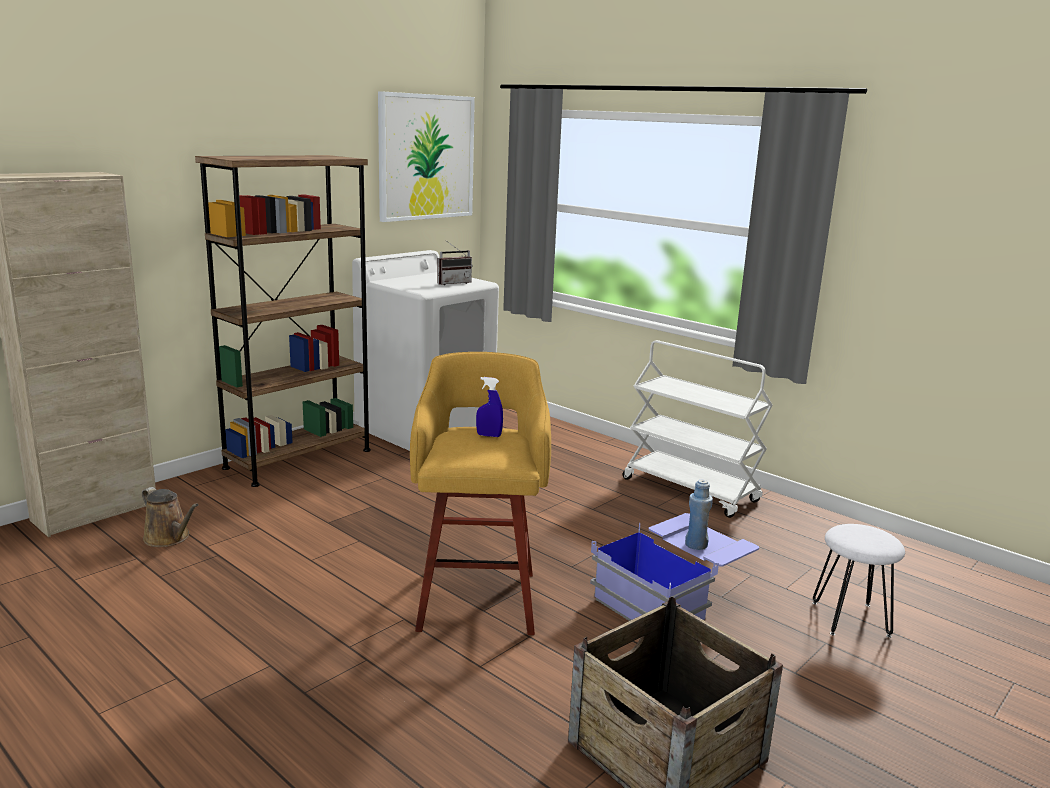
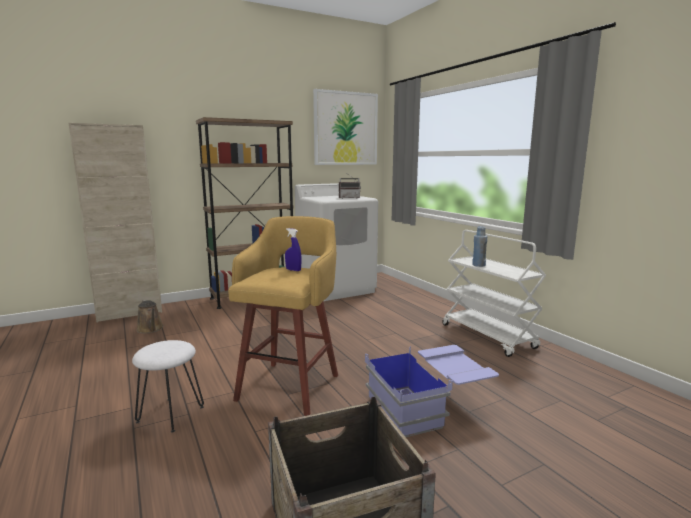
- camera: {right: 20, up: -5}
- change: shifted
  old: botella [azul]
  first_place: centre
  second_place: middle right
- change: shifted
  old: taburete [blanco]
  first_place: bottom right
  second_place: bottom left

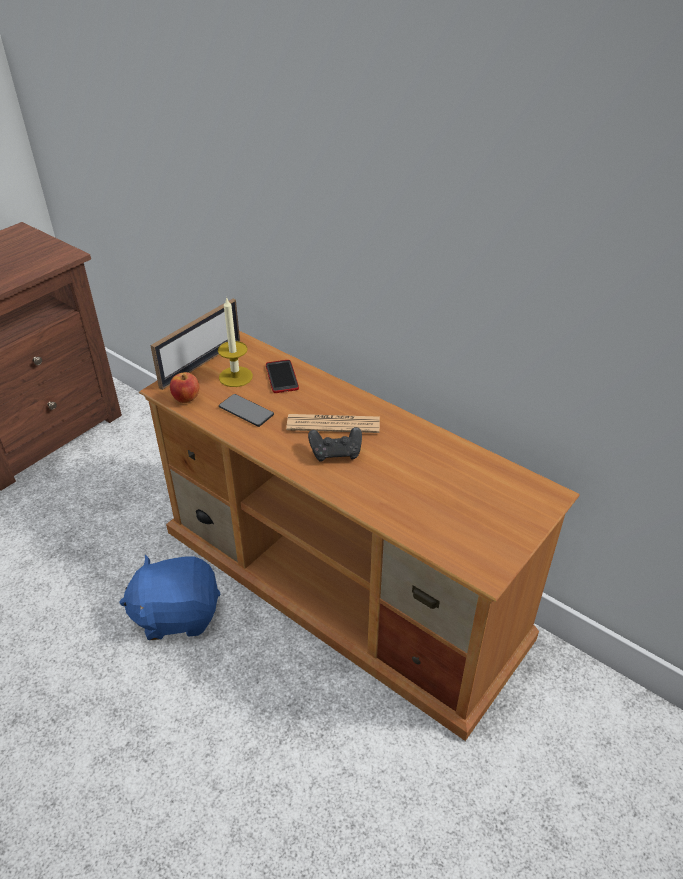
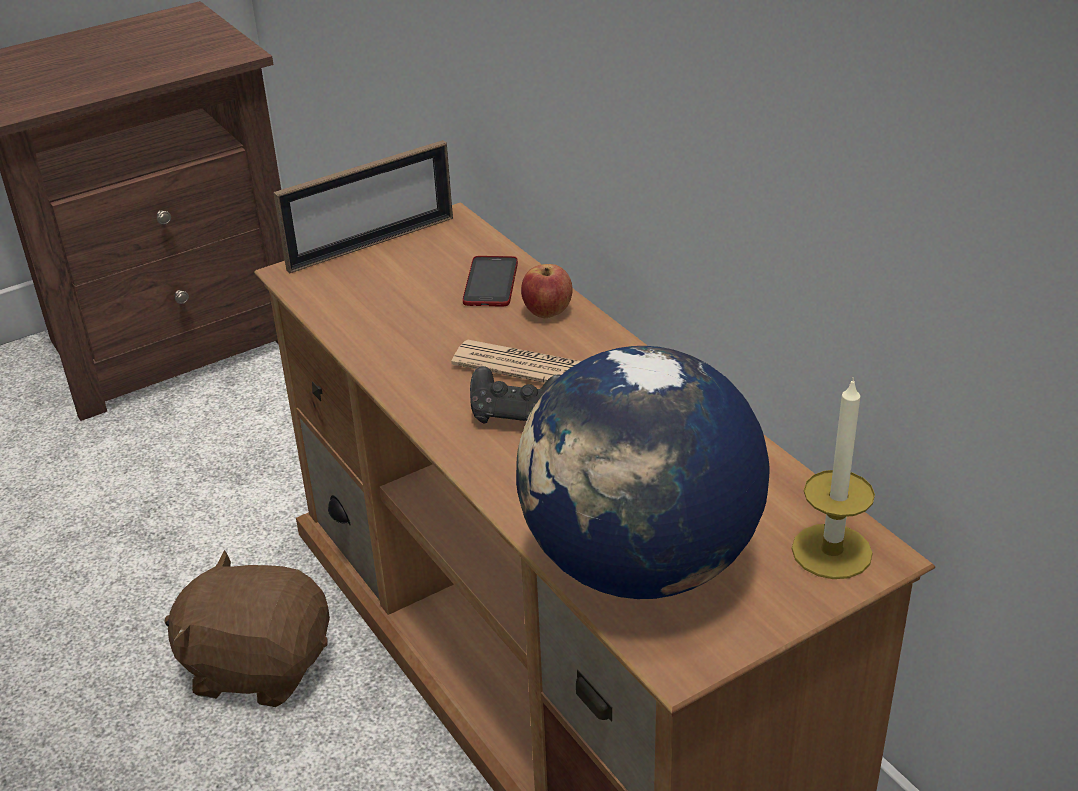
- camera: {right: 20, up: -5}
- change: repainted
  old: peluche [azul]
  new: peluche [marrón]
  first_place: bottom left
  second_place: bottom left
- change: shifted
  old: manzana
  first_place: middle left
  second_place: centre
- change: shifted
  old: vela
  first_place: centre
  second_place: middle right
- change: gone
  old: móvil (no. 1 from left)
  first_place: centre
- change: new
  new: globo terráqueo
  second_place: centre

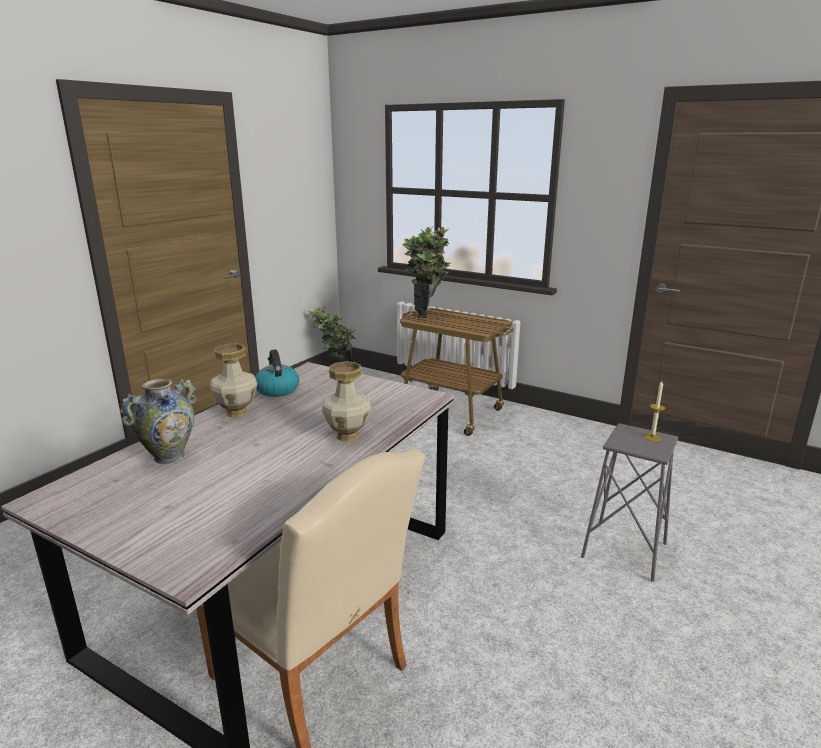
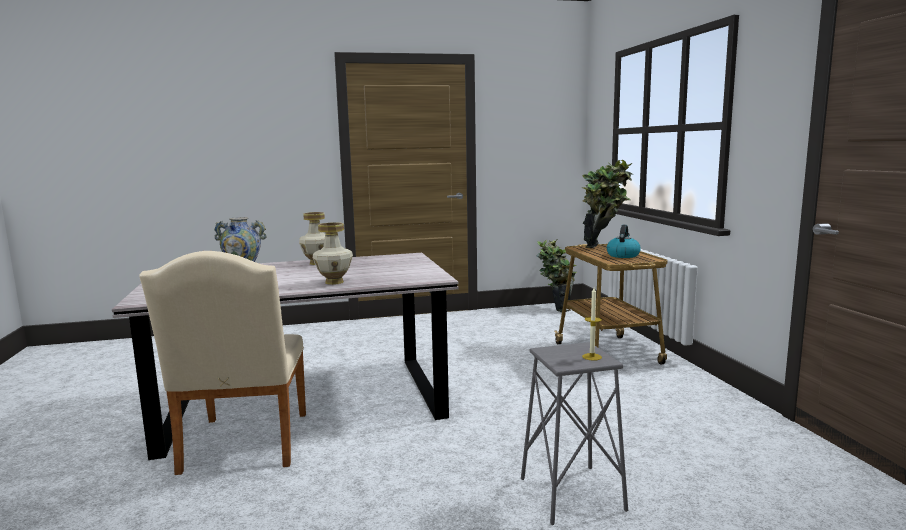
- camera: {right: 45, up: -10}
- change: shifted
  old: hervidor
  first_place: centre
  second_place: middle right

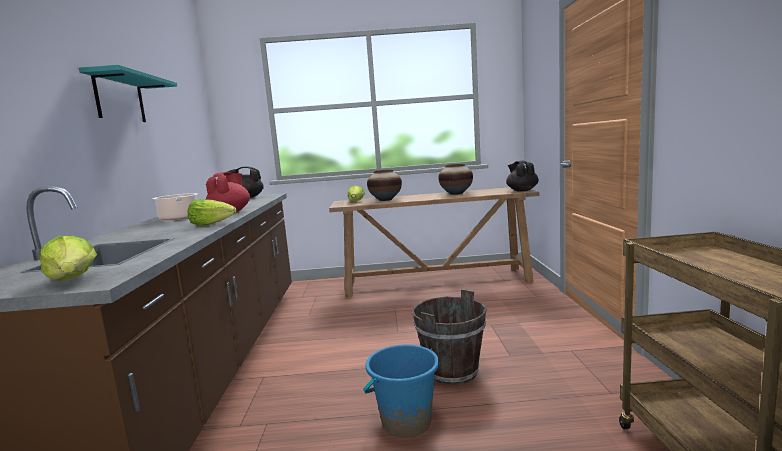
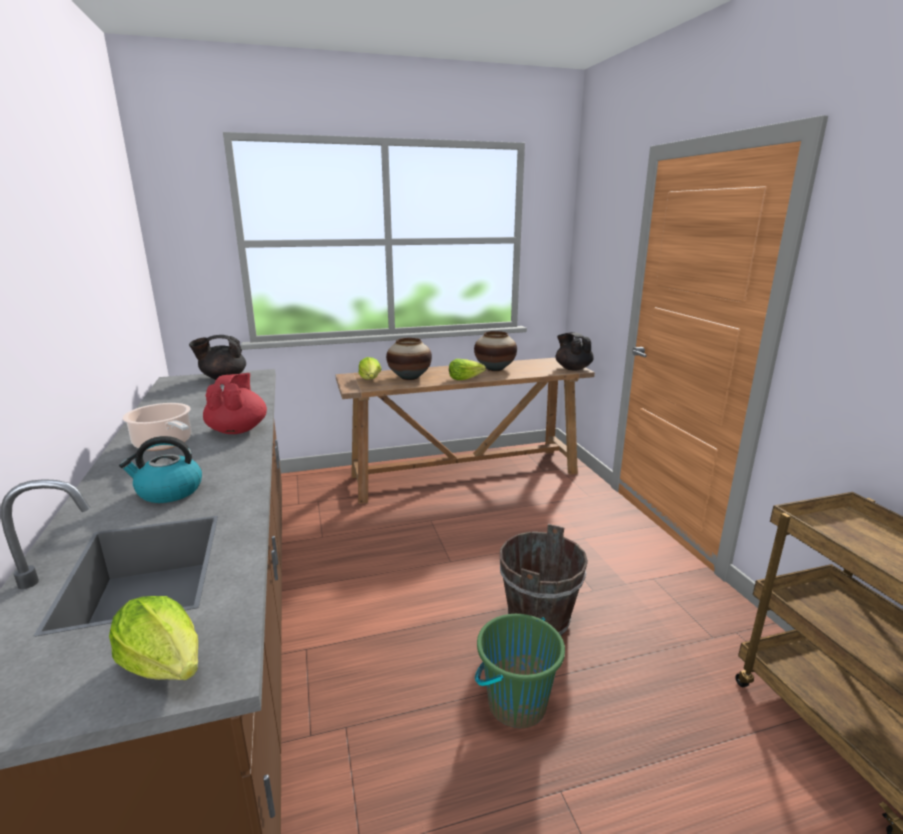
- camera: {right: -15, up: 10}
- change: gone
  old: estante [turquesa]
  first_place: top left
- change: shifted
  old: lechuga (no. 2 from left in the first image)
  new: lechuga (no. 3 from left)
  first_place: middle left
  second_place: centre
- change: repainted
  old: cubo [azul]
  new: cubo [verde]
  first_place: bottom centre
  second_place: bottom centre
- change: new
  new: hervidor
  second_place: middle left

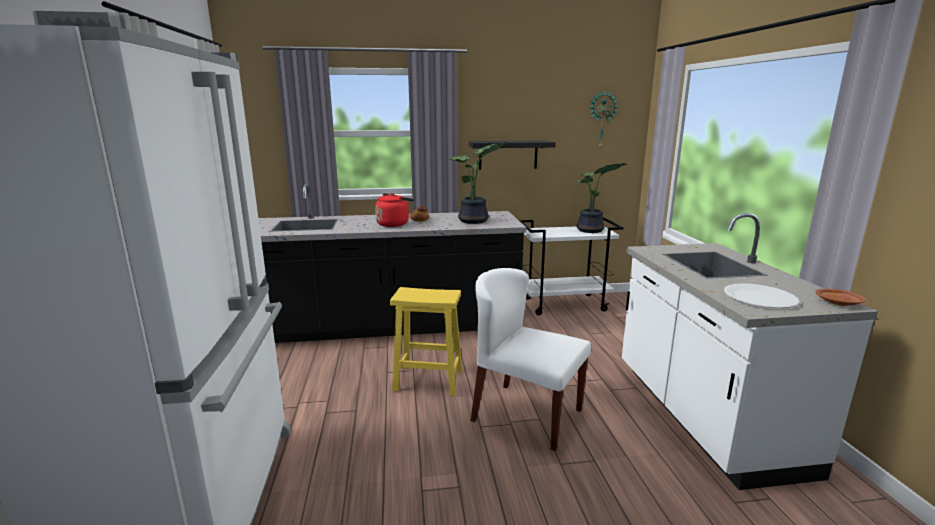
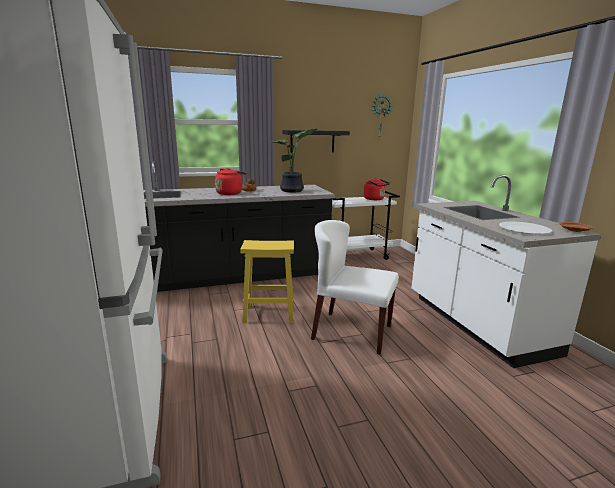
- camera: {right: -10, up: 0}
- change: swapped
  old: planta en maceta (no. 2 from left)
  new: hervidor [rojo] (no. 2 from left)
  first_place: centre
  second_place: centre

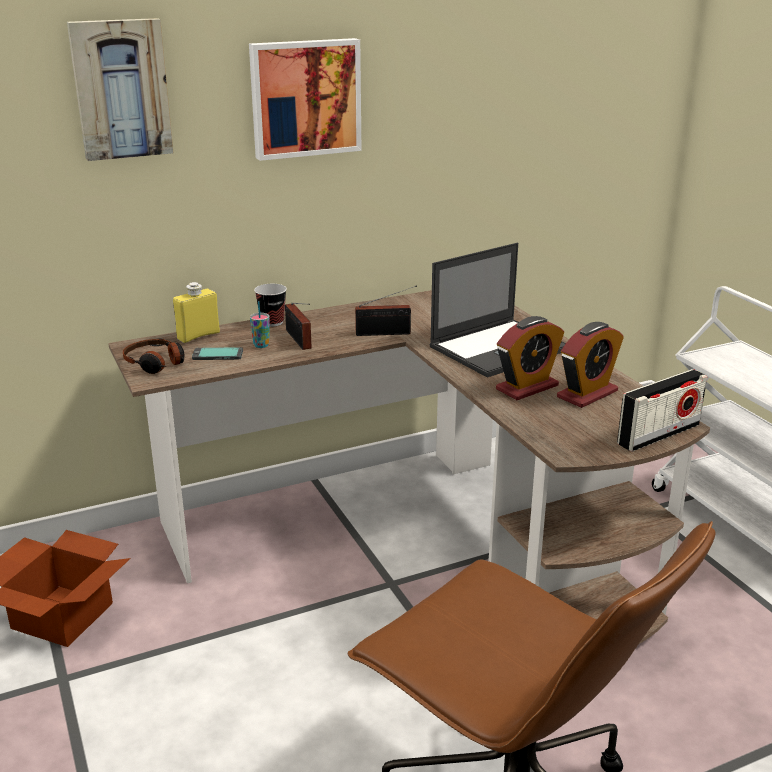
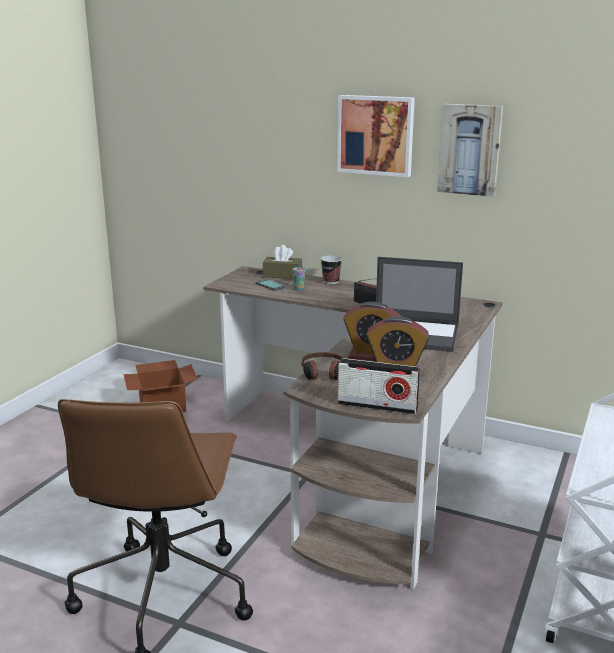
- camera: {right: 50, up: -5}
- change: shifted
  old: cuadro (no. 1 from left in the first image)
  new: cuadro (no. 2 from left)
  first_place: top left
  second_place: top right
- change: shifted
  old: auriculares
  first_place: middle left
  second_place: centre
- change: swapped
  old: botella [amarillo]
  new: caja de pañuelos [marrón]
  first_place: middle left
  second_place: centre
- change: gone
  old: radio (no. 1 from left)
  first_place: centre

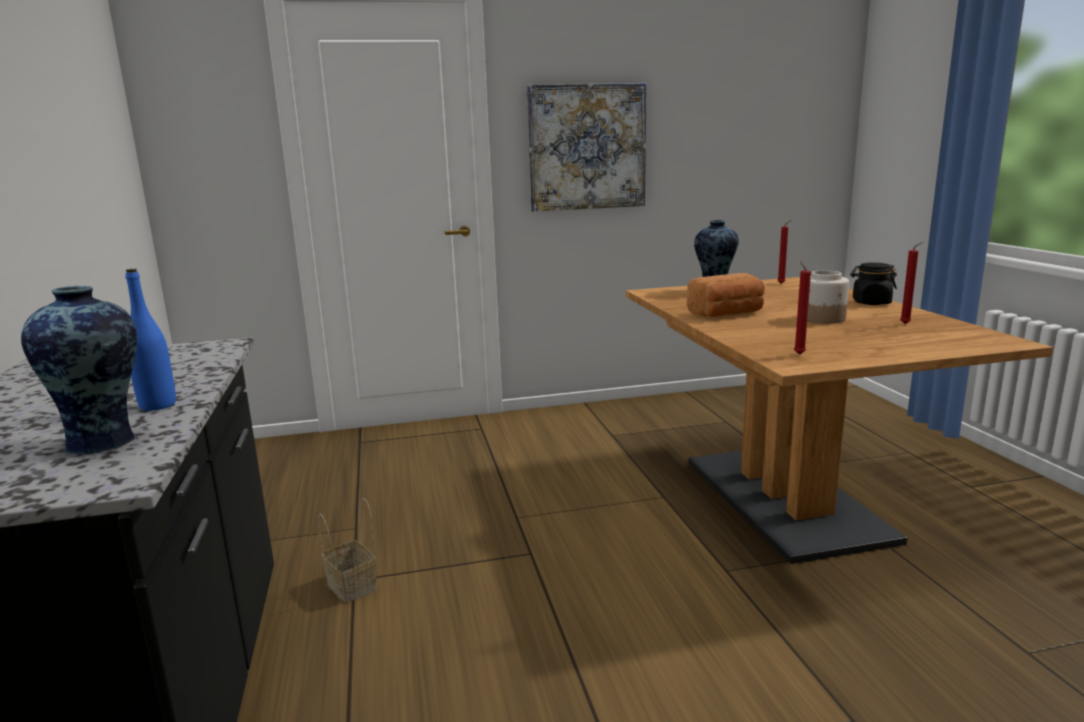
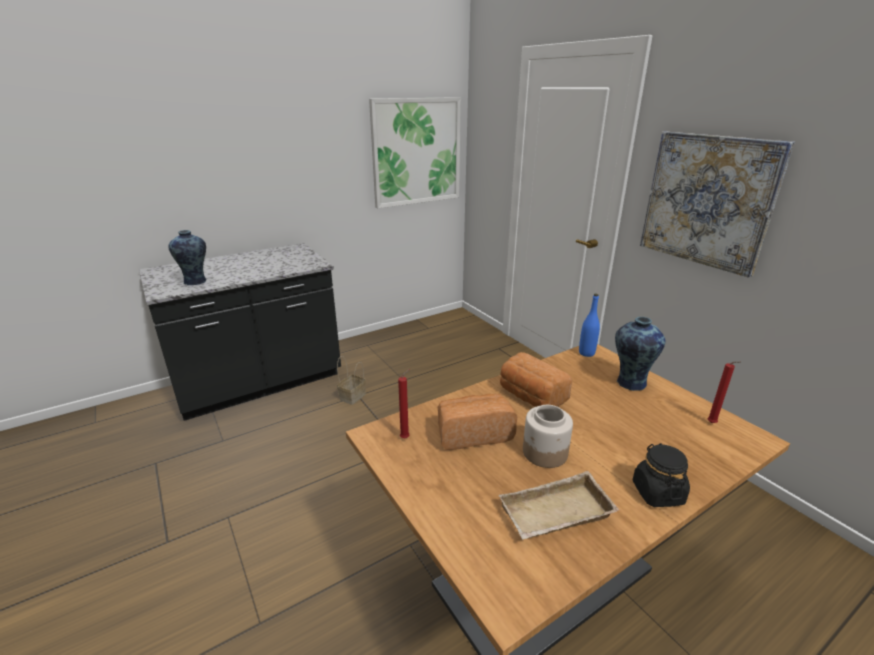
- camera: {right: 70, up: 10}
- change: shifted
  old: botella [azul]
  first_place: middle left
  second_place: middle right
- change: swapped
  old: vela [rojo] (no. 3 from left)
  new: bandeja [beis]
  first_place: middle right
  second_place: bottom centre
- change: new
  new: cuadro (no. 1 from left)
  second_place: top centre
- change: new
  new: pan (no. 1 from left)
  second_place: centre

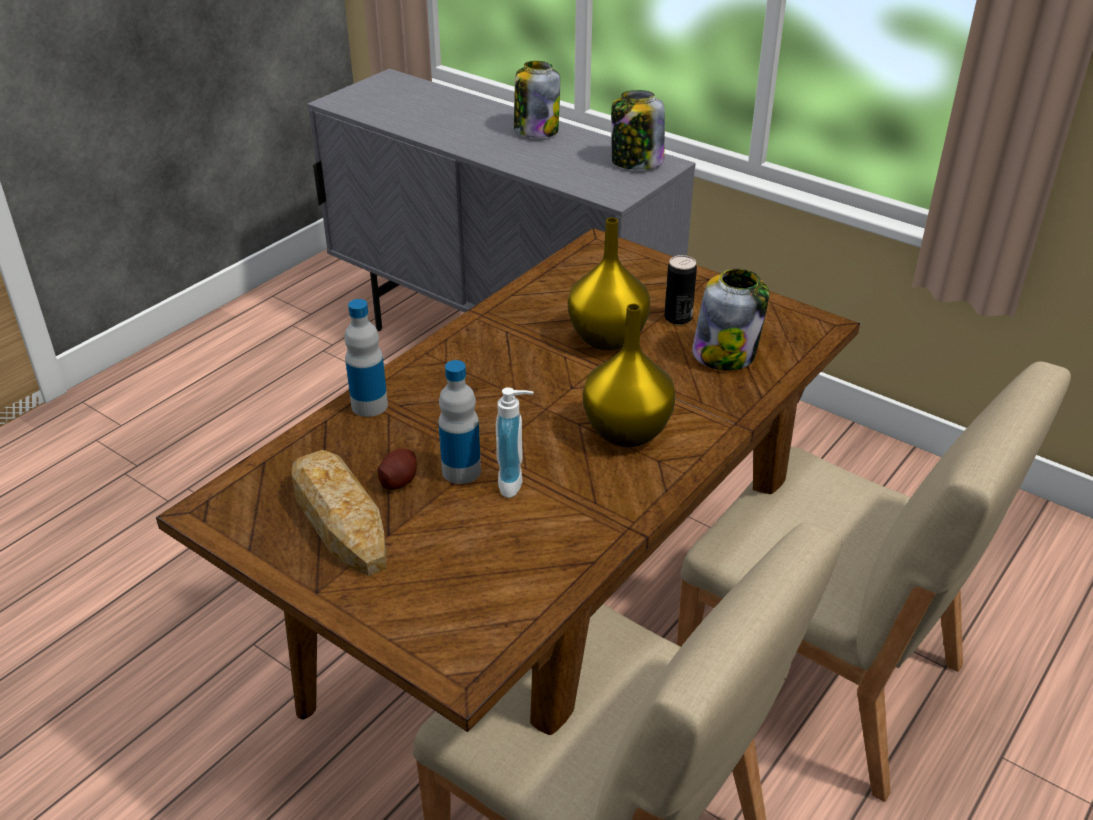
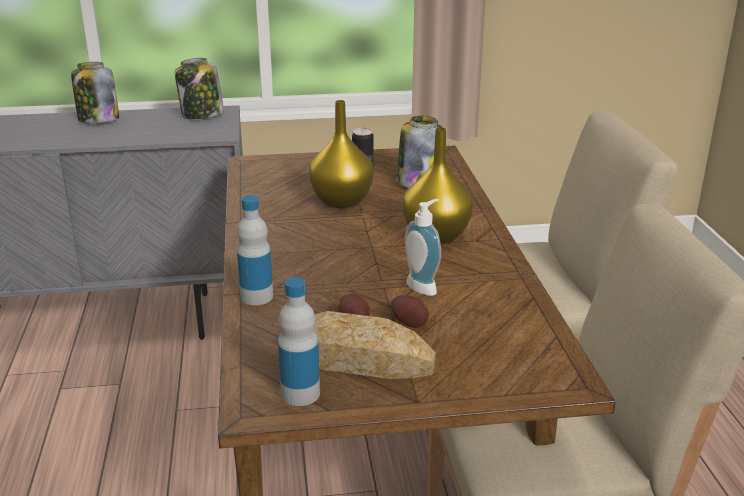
- camera: {right: -45, up: -10}
- change: shifted
  old: botella (no. 2 from left)
  first_place: centre
  second_place: bottom centre
- change: new
  new: patata (no. 2 from left)
  second_place: centre

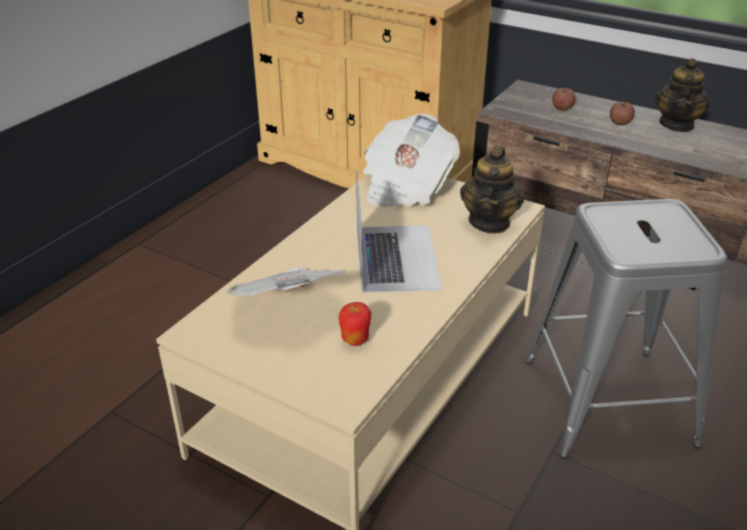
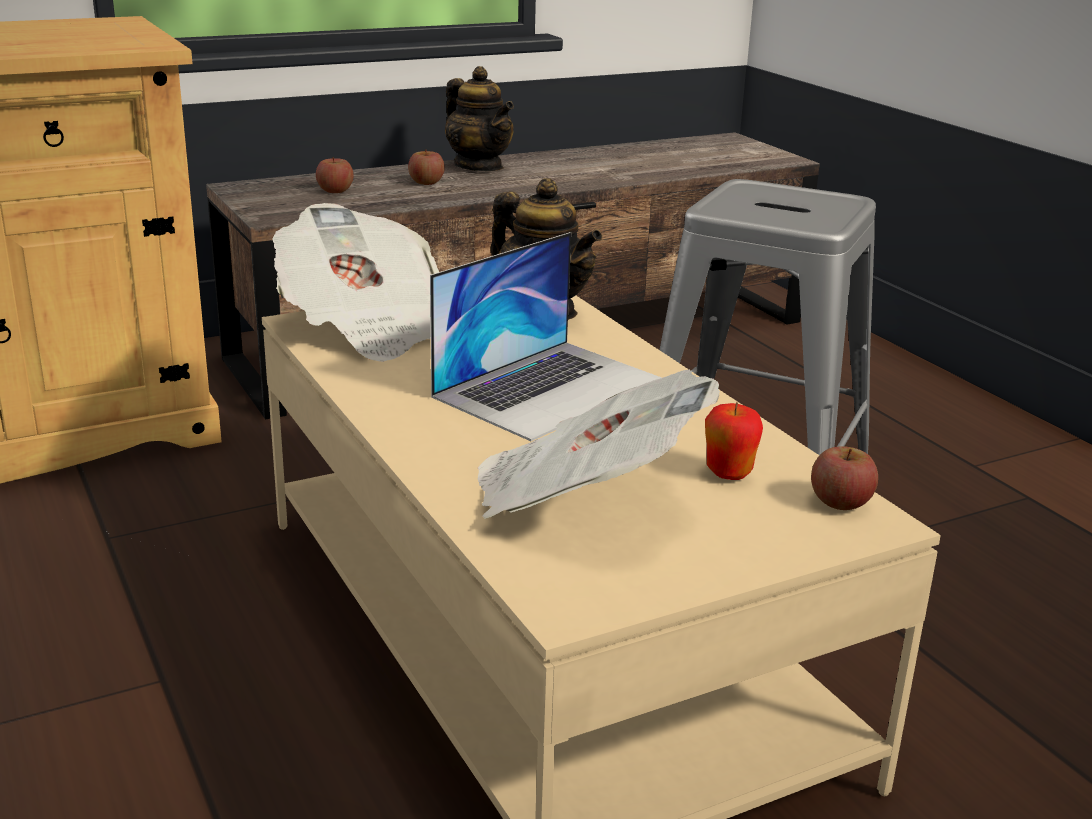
- camera: {right: -60, up: -10}
- change: rotated
  old: portátil
  first_place: centre
  second_place: centre
  degrees: 105
- change: new
  new: manzana (no. 4 from left)
  second_place: middle right

